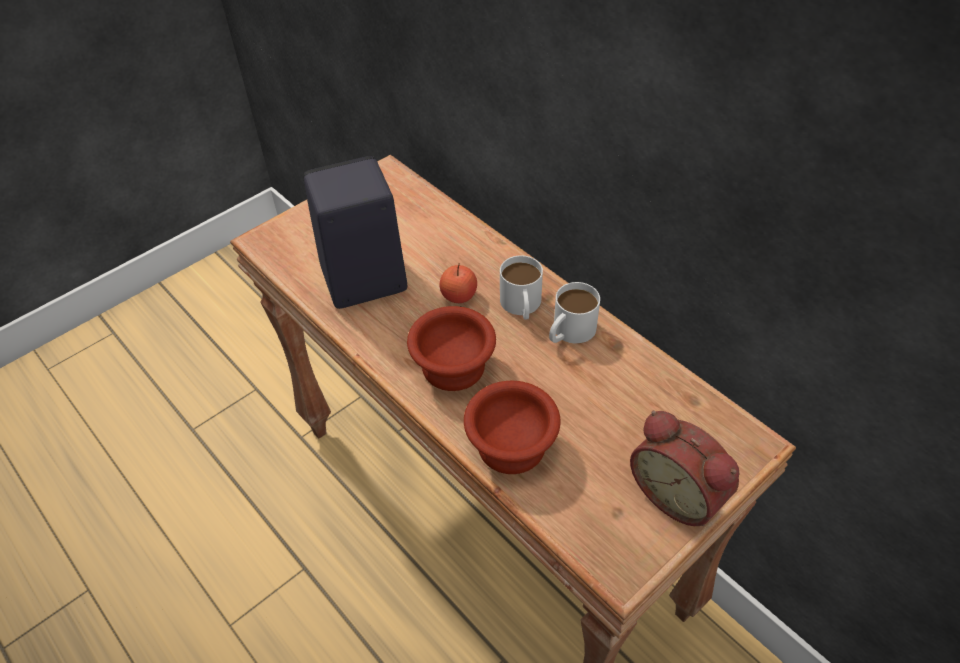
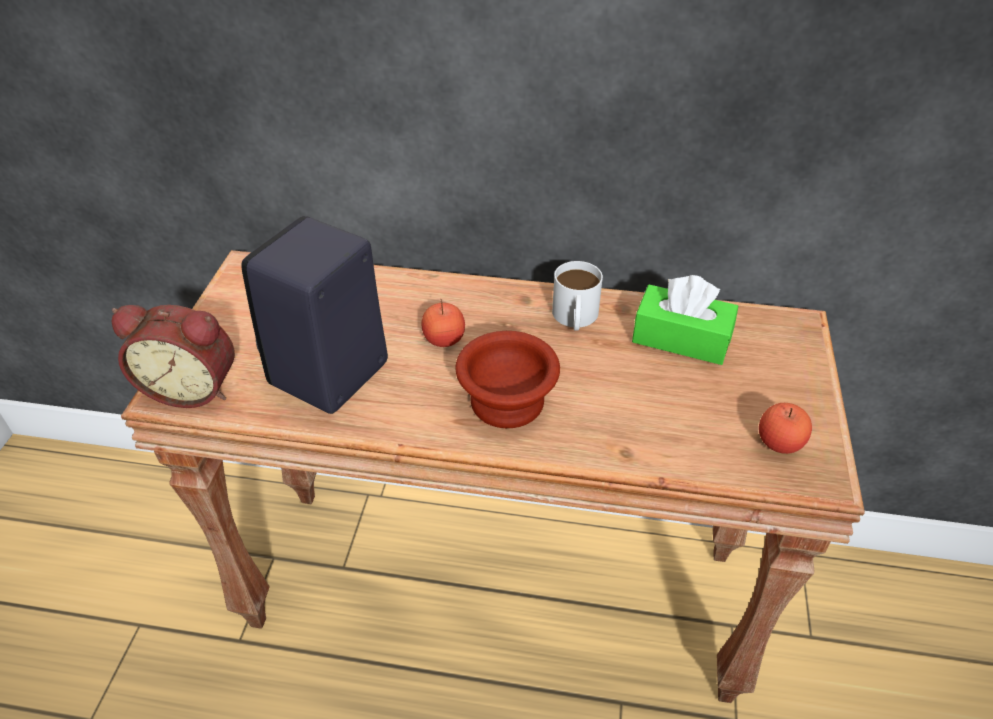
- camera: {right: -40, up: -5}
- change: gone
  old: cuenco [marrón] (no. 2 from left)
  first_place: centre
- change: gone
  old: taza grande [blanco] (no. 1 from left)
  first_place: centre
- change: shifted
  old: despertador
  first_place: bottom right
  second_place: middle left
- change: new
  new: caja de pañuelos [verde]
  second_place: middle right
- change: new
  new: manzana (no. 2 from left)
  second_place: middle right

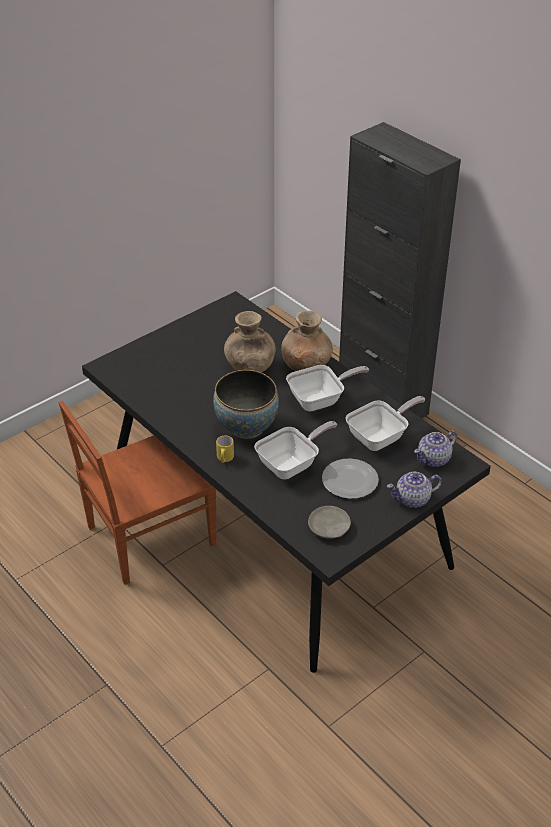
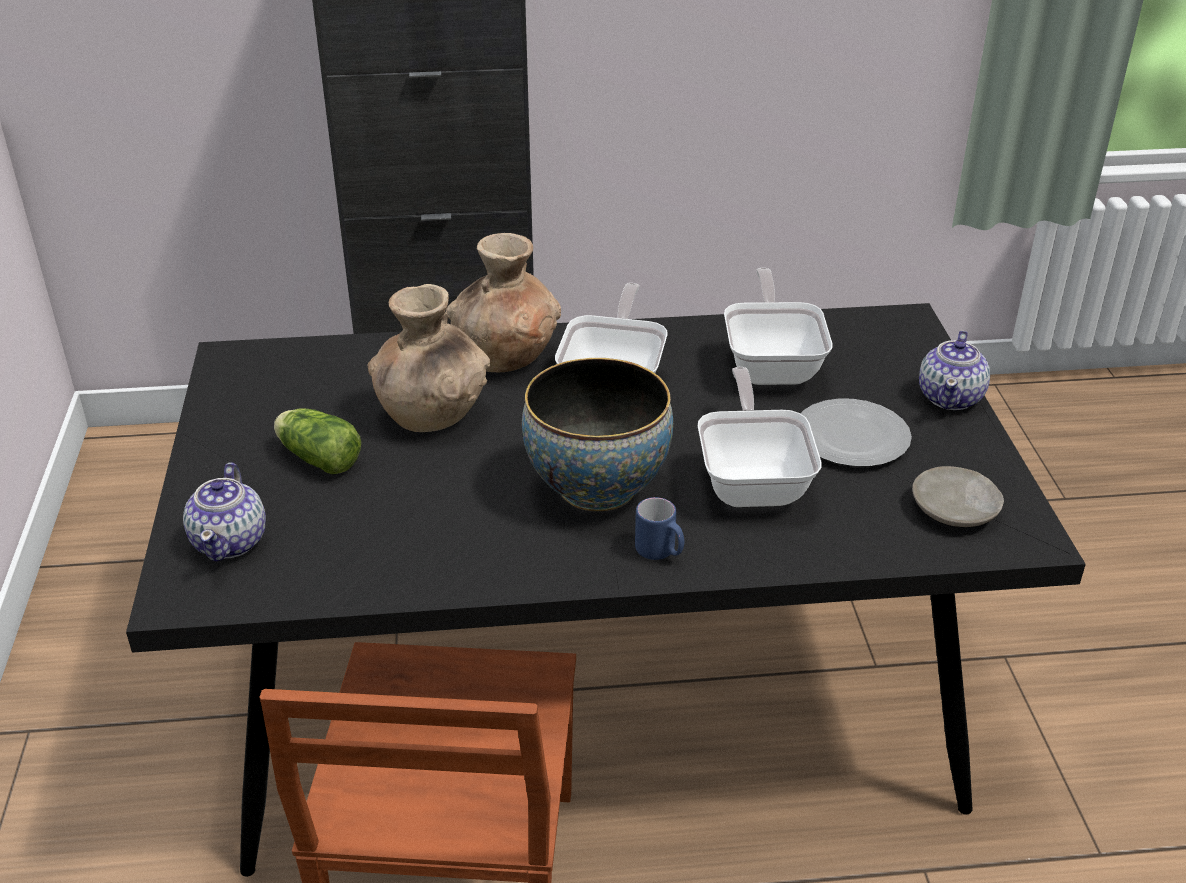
- camera: {right: -55, up: -5}
- change: repainted
  old: taza grande [amarillo]
  new: taza grande [azul]
  first_place: centre
  second_place: centre
- change: shifted
  old: tetera (no. 2 from left in the first image)
  new: tetera (no. 1 from left)
  first_place: middle right
  second_place: middle left
- change: new
  new: lechuga
  second_place: middle left

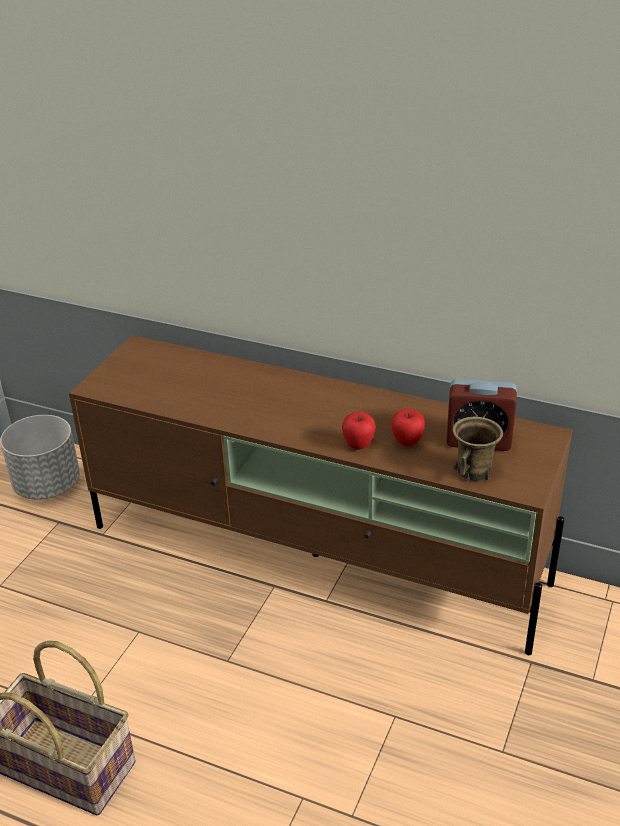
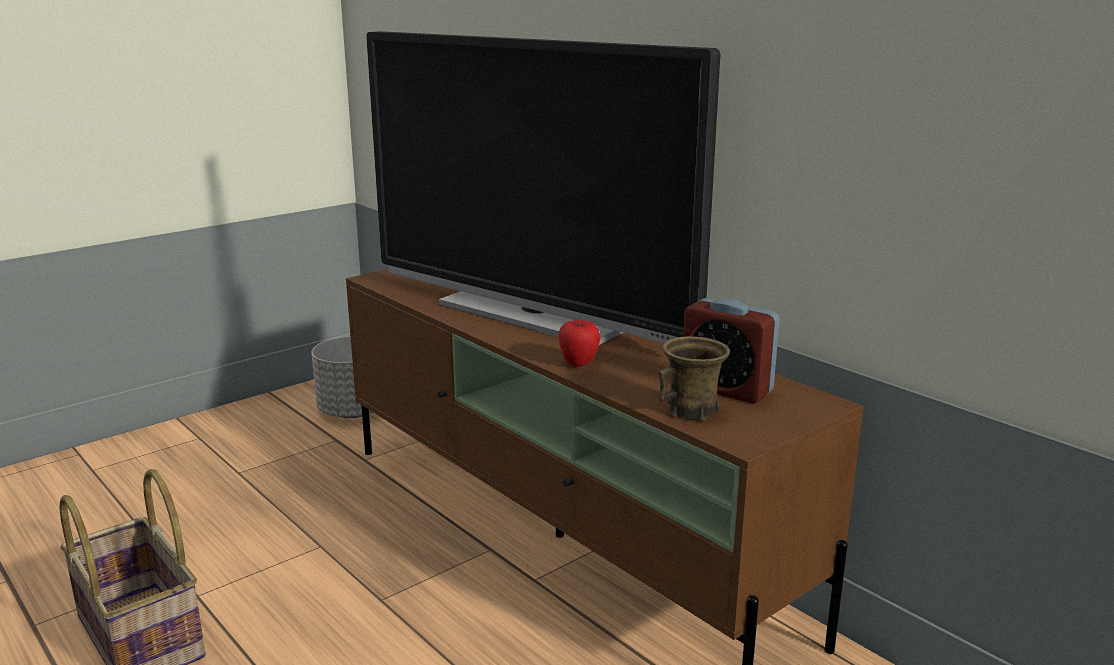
- camera: {right: 25, up: -15}
- change: gone
  old: manzana (no. 2 from left)
  first_place: centre
- change: new
  new: televisor
  second_place: top centre

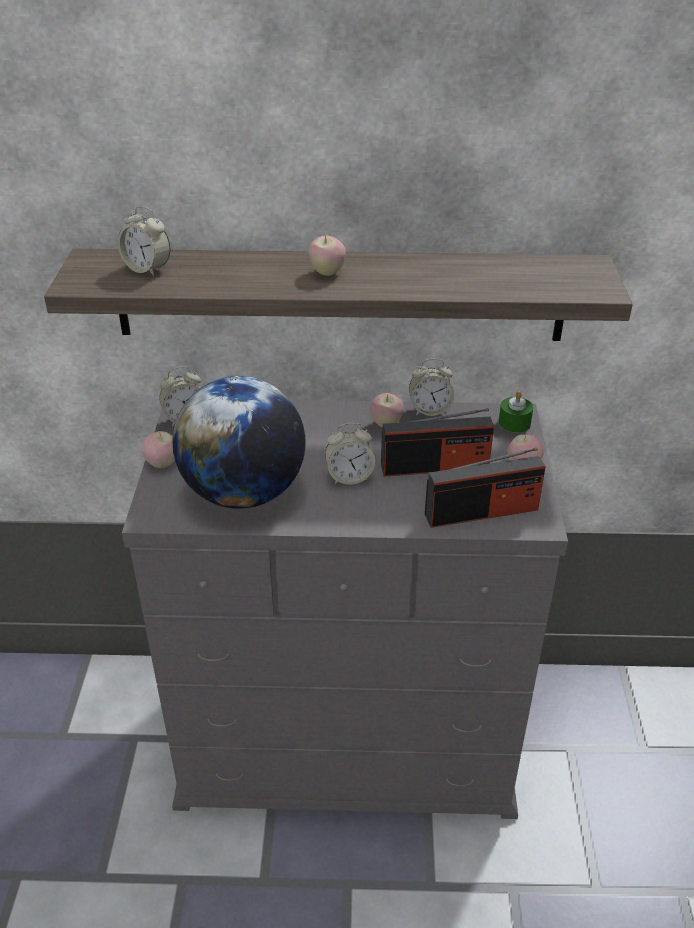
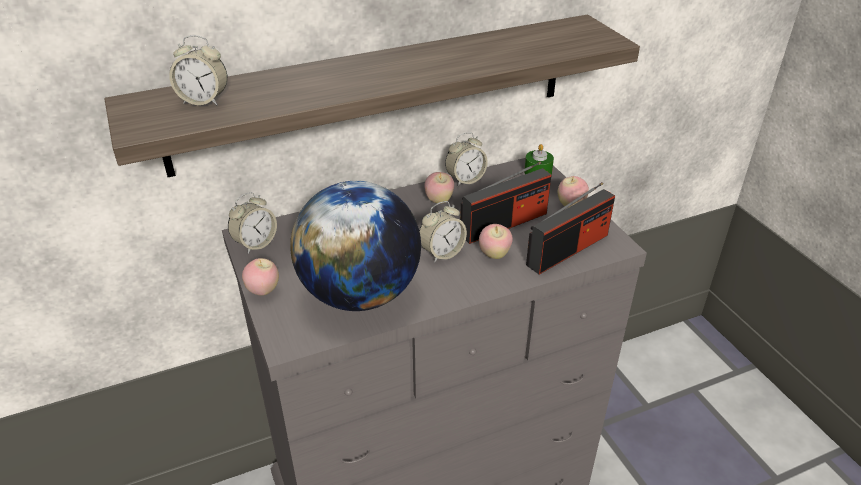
- camera: {right: -25, up: 0}
- change: shifted
  old: manzana (no. 2 from left in the first image)
  new: manzana (no. 3 from left)
  first_place: top centre
  second_place: centre

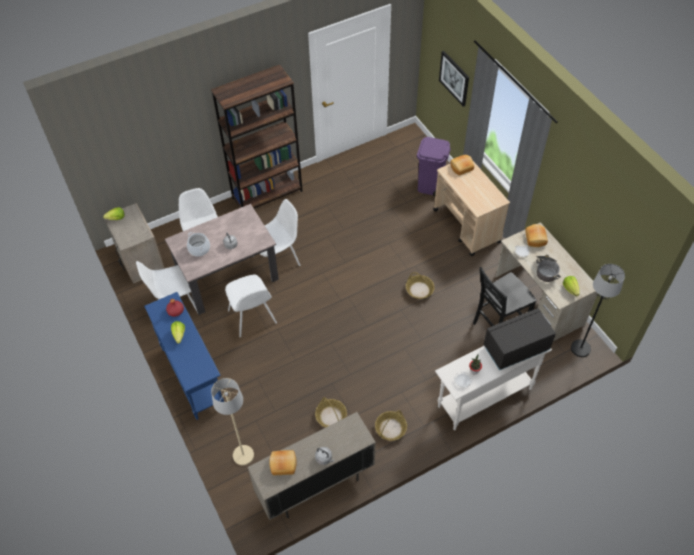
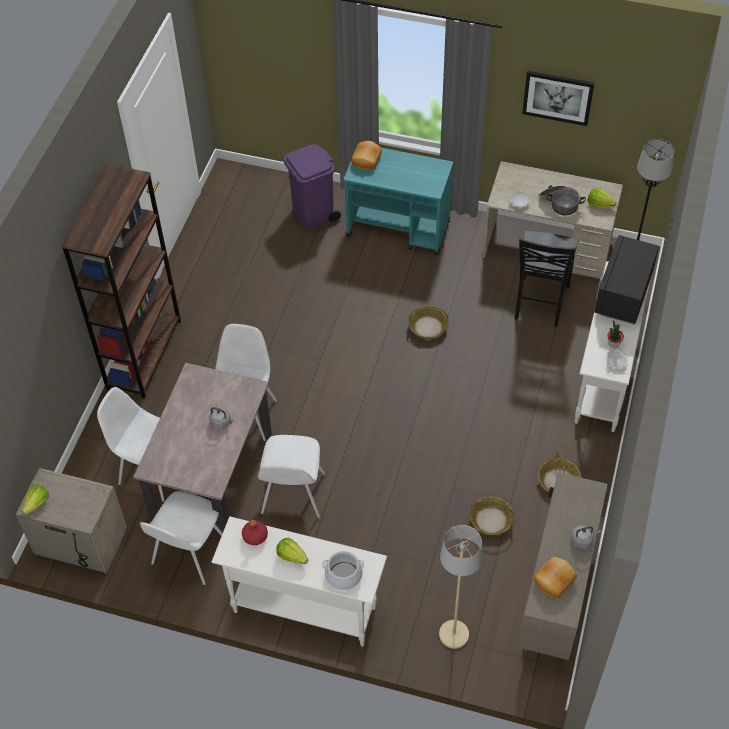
- camera: {right: -45, up: 0}
- change: repainted
  old: mesa consola [azul]
  new: mesa consola [blanco] (no. 1 from left)
  first_place: middle left
  second_place: bottom centre
- change: shifted
  old: olla (no. 1 from left)
  first_place: middle left
  second_place: bottom centre
- change: rotated
  old: silla [blanco] (no. 3 from left in the first image)
  first_place: centre
  second_place: centre
  degrees: 75
- change: repainted
  old: carrito [beis]
  new: carrito [turquesa]
  first_place: middle right
  second_place: top centre
- change: shifted
  old: cuadro
  first_place: top centre
  second_place: top right
- change: gone
  old: pan (no. 3 from left)
  first_place: middle right

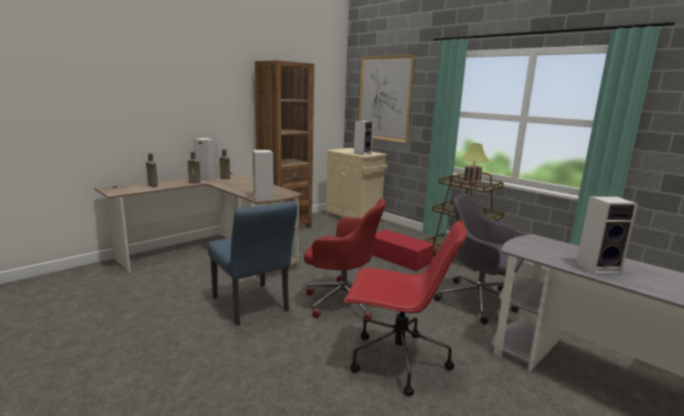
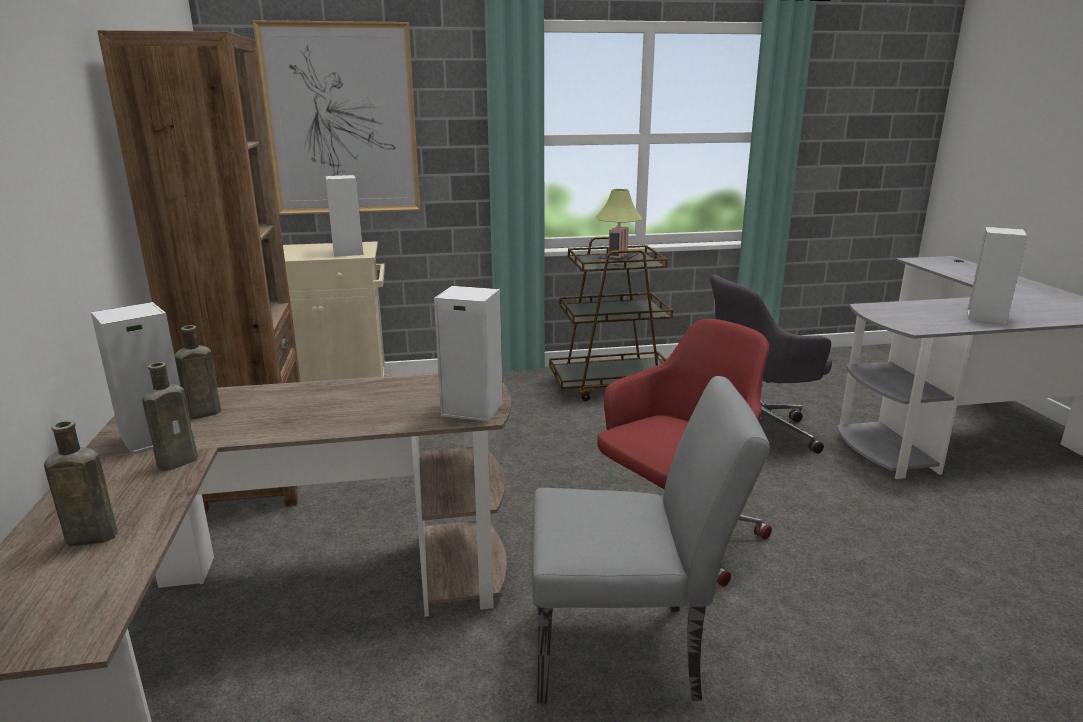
- camera: {right: -55, up: 5}
- change: repainted
  old: silla [azul]
  new: silla [gris]
  first_place: centre
  second_place: bottom centre
- change: gone
  old: silla de oficina [rojo] (no. 2 from left)
  first_place: bottom centre
- change: gone
  old: caja de almacenaje [rojo]
  first_place: centre

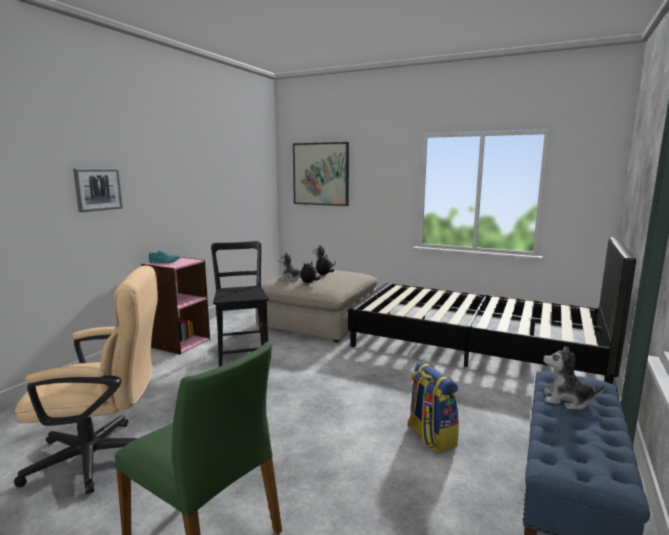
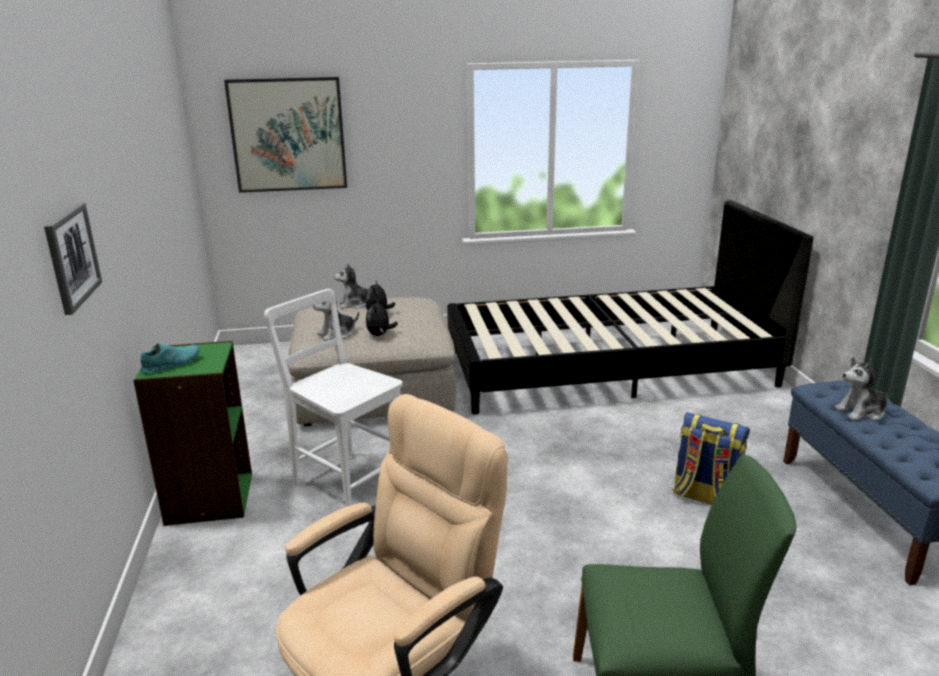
- camera: {right: -35, up: 10}
- change: repainted
  old: estantería [rosa]
  new: estantería [verde]
  first_place: middle left
  second_place: middle left
- change: repainted
  old: silla [negro]
  new: silla [blanco]
  first_place: centre
  second_place: centre

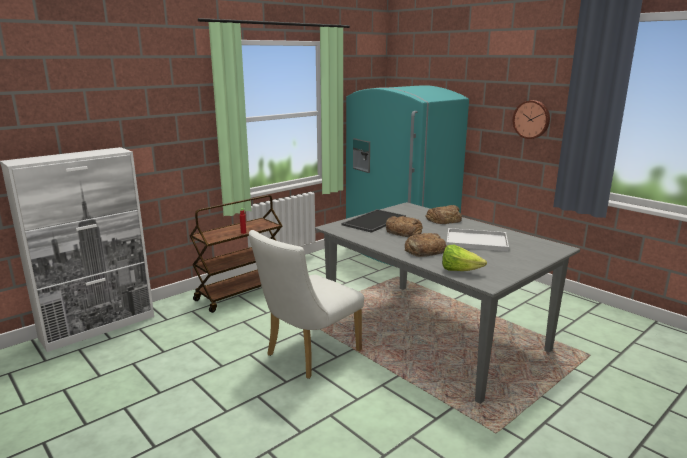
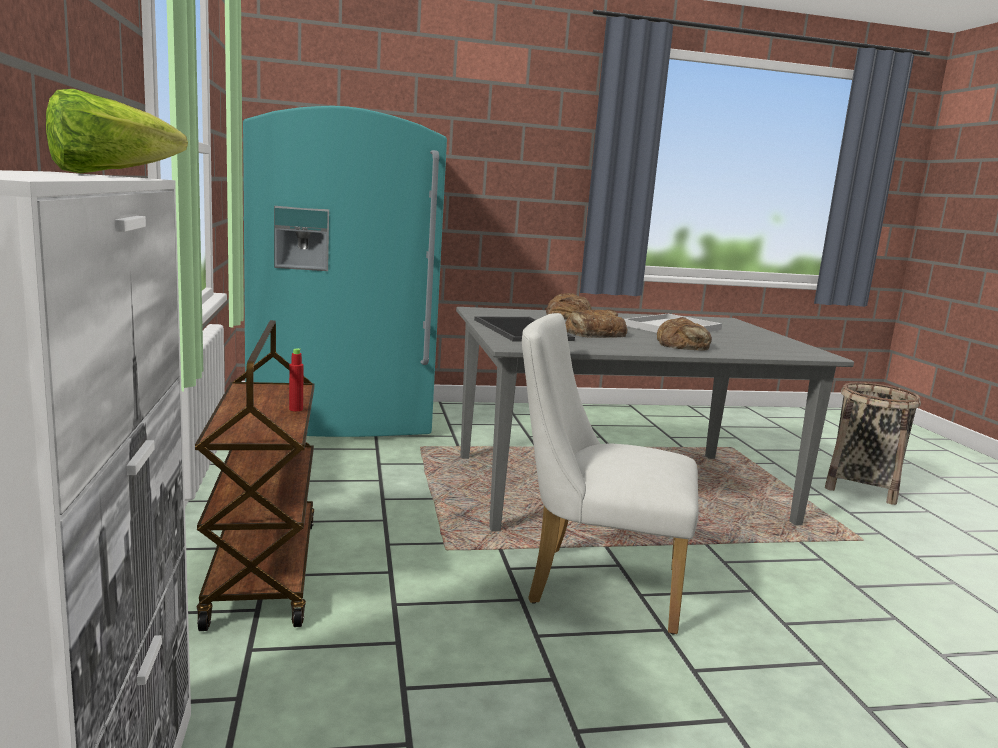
- camera: {right: -60, up: -5}
- change: rotated
  old: silla [blanco]
  first_place: centre
  second_place: centre
  degrees: 120
- change: shifted
  old: lechuga
  first_place: middle right
  second_place: top left
- change: gone
  old: reloj de pared
  first_place: top right
- change: new
  new: cesta
  second_place: middle right

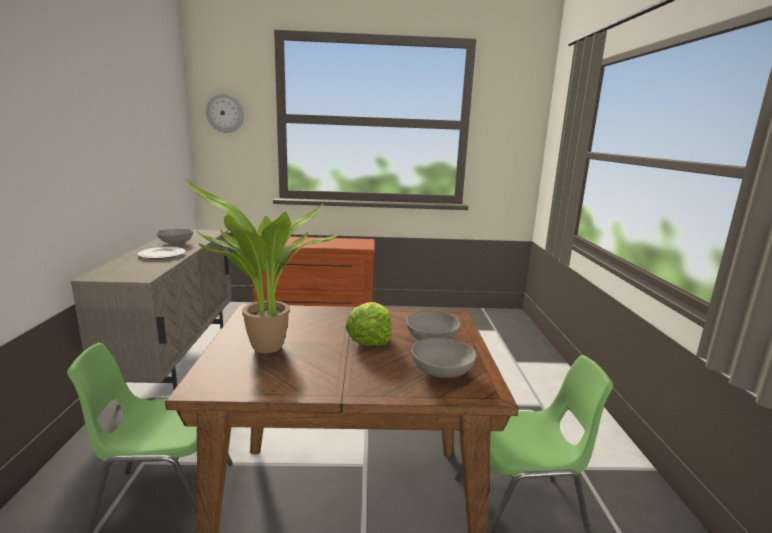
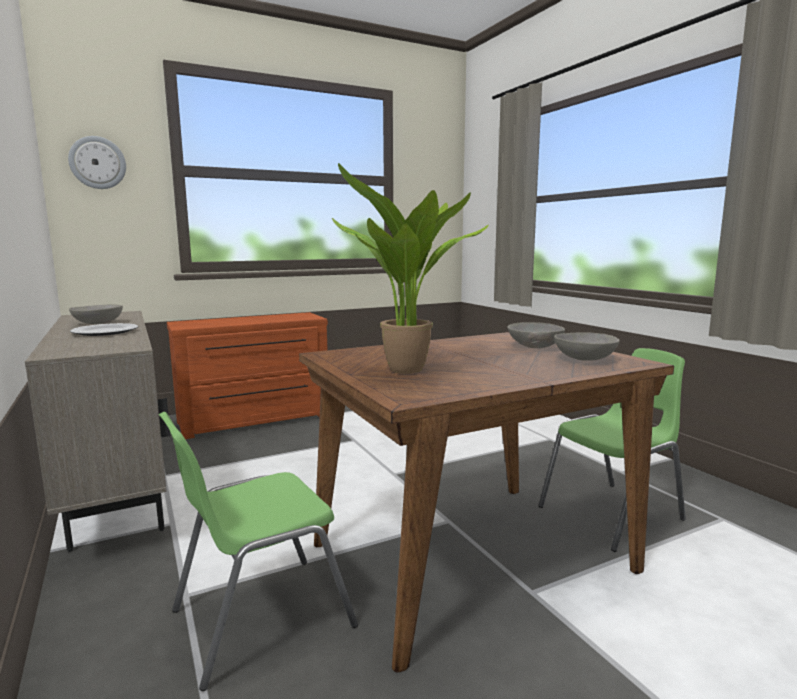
- camera: {right: -25, up: -5}
- change: gone
  old: lechuga
  first_place: centre

